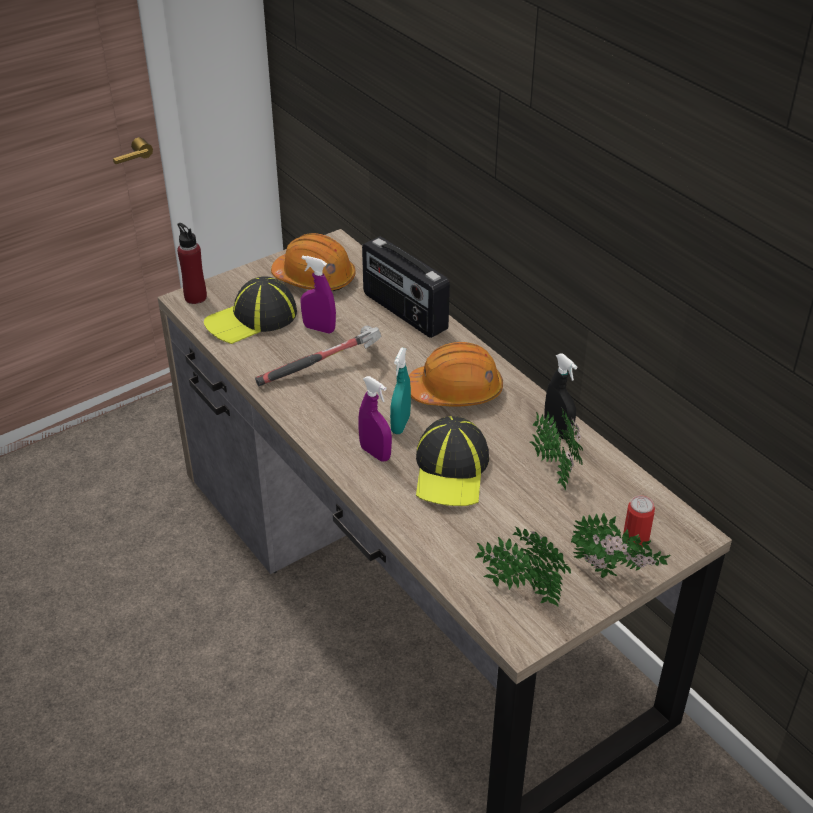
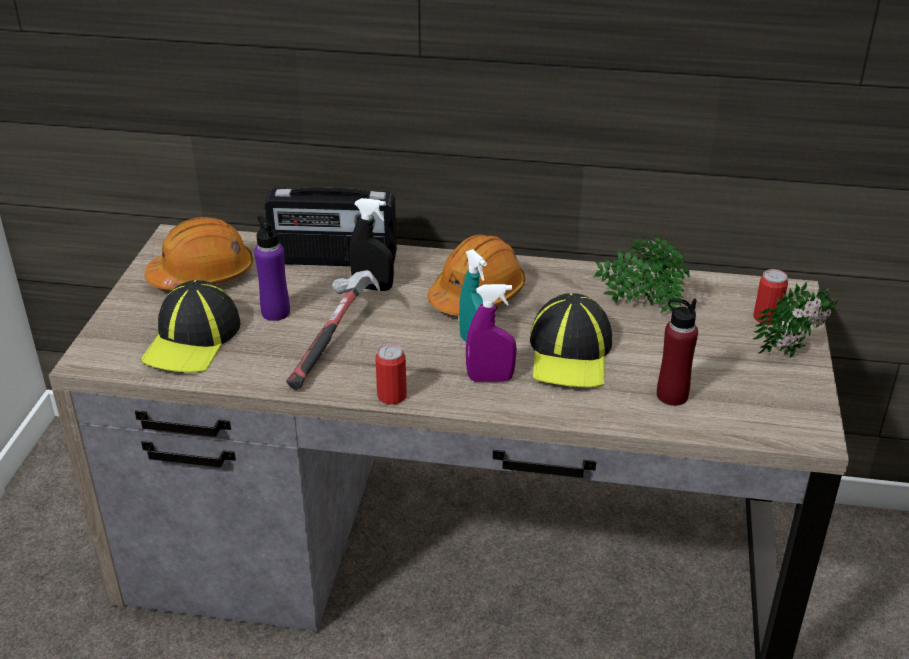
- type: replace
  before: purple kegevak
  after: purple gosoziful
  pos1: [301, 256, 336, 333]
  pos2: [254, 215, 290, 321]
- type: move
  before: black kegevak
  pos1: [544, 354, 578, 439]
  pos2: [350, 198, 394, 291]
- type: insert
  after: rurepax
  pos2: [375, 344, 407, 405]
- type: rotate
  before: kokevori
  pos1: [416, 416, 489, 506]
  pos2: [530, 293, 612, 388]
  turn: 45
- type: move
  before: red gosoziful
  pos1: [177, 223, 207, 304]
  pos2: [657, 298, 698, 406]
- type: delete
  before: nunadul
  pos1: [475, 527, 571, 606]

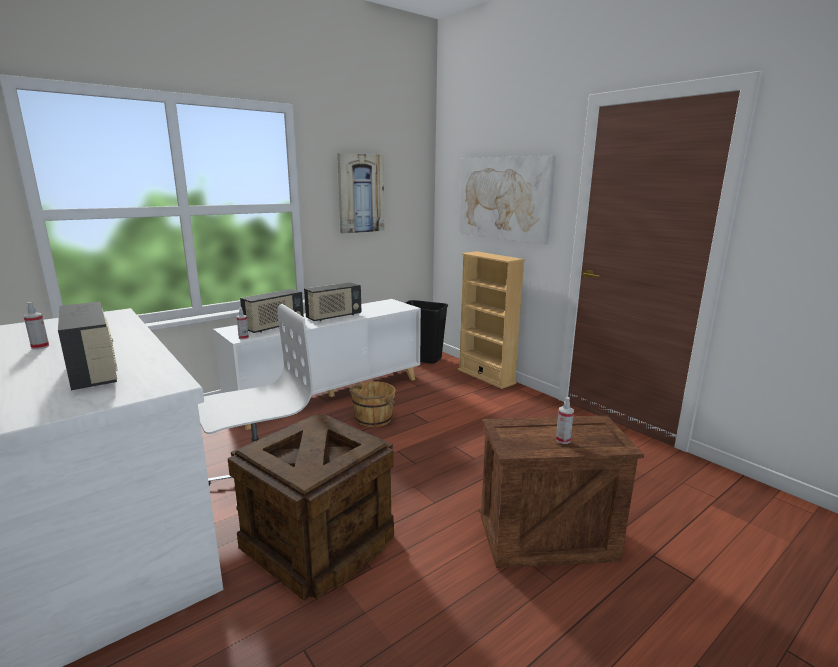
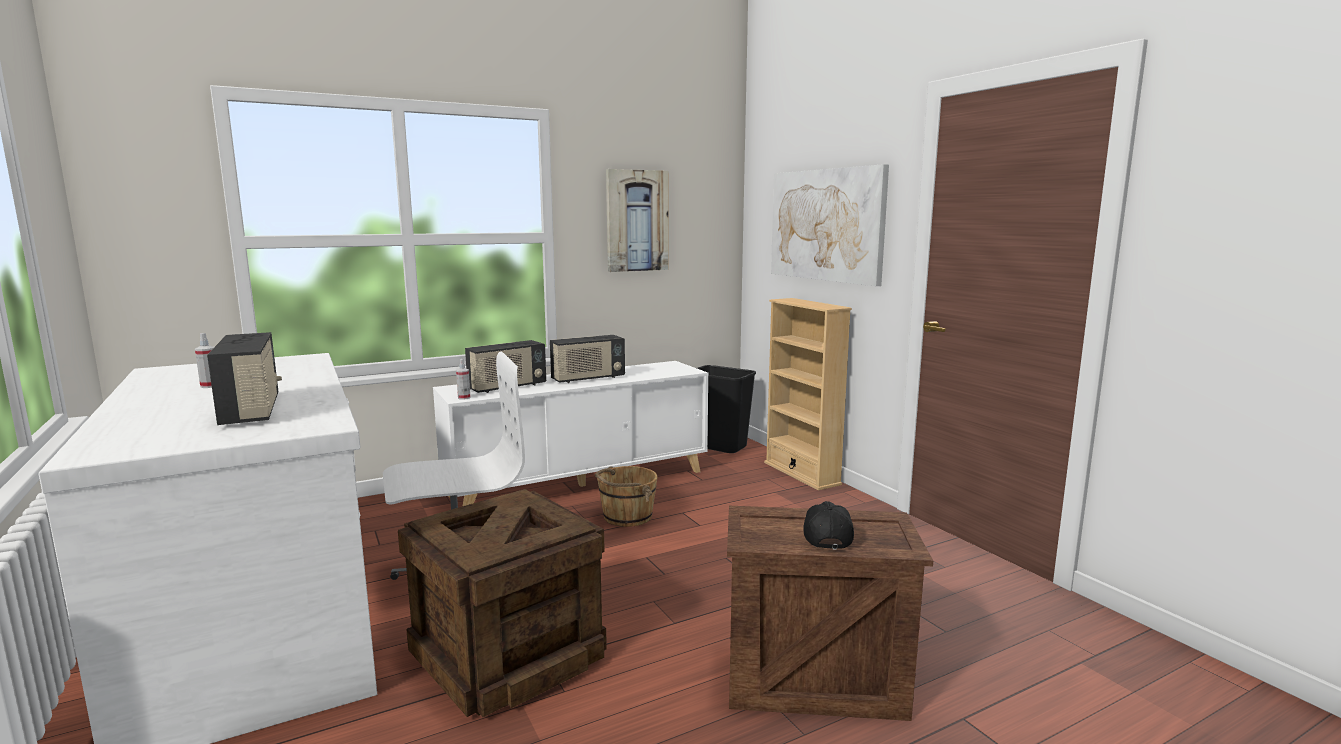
- type: replace
  before: kegevak
  after: black kokevori
  pos1: [556, 397, 574, 444]
  pos2: [803, 501, 854, 550]

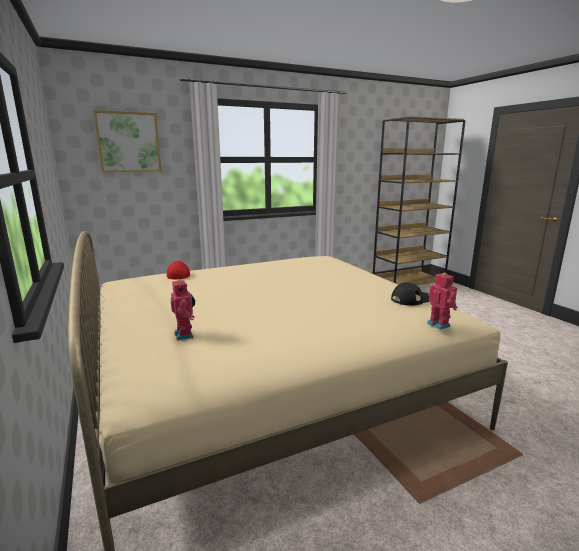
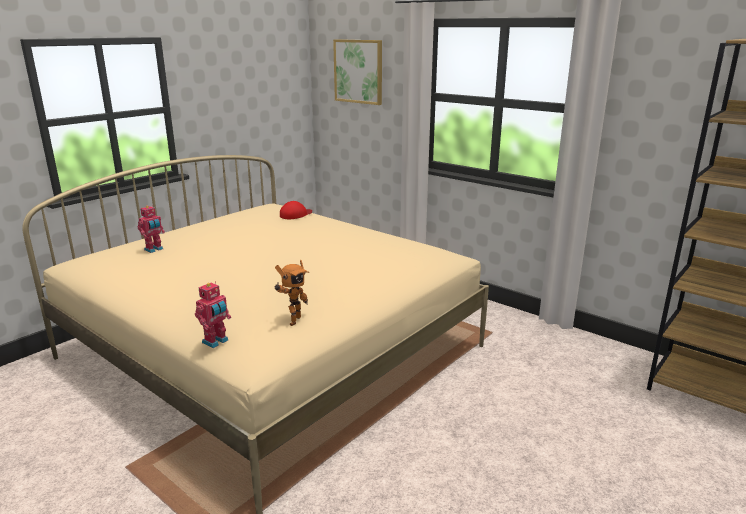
- type: replace
  before: black kokevori
  after: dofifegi
  pos1: [391, 282, 430, 306]
  pos2: [275, 260, 309, 326]

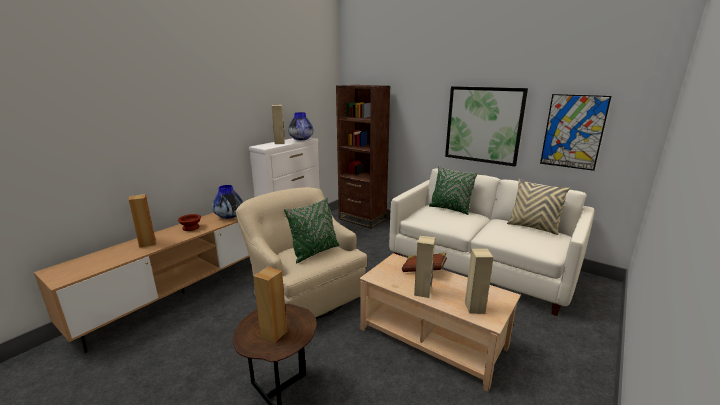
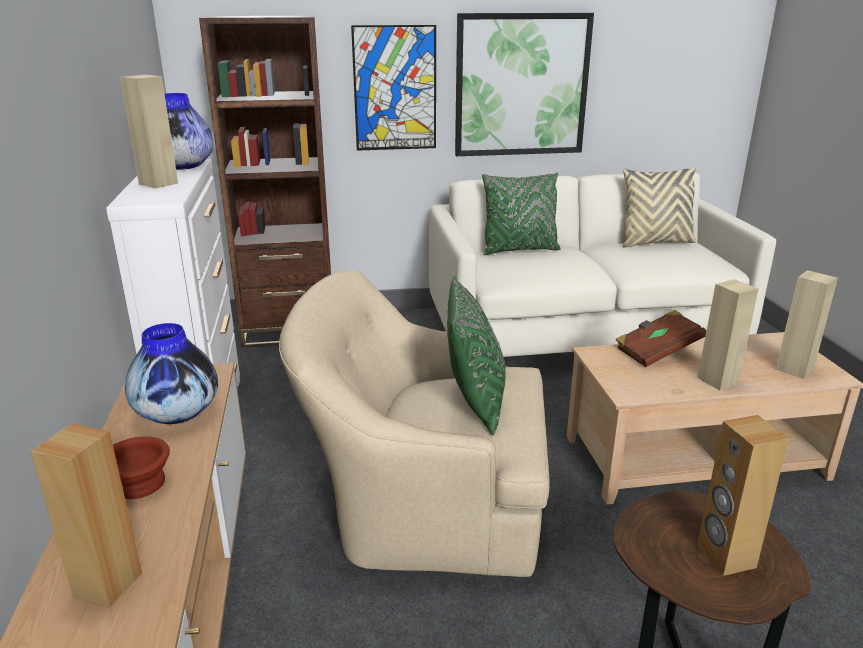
- type: move
  before: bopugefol
  pos1: [540, 94, 611, 171]
  pos2: [351, 25, 436, 151]

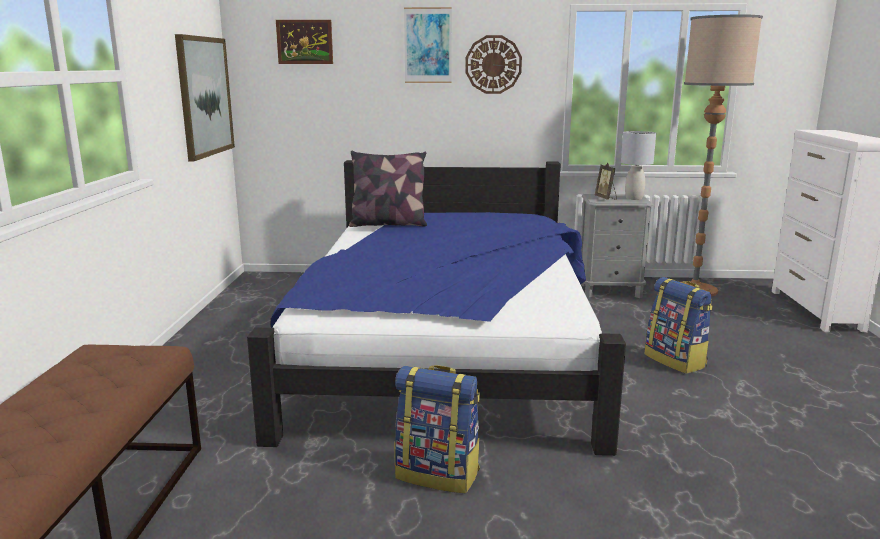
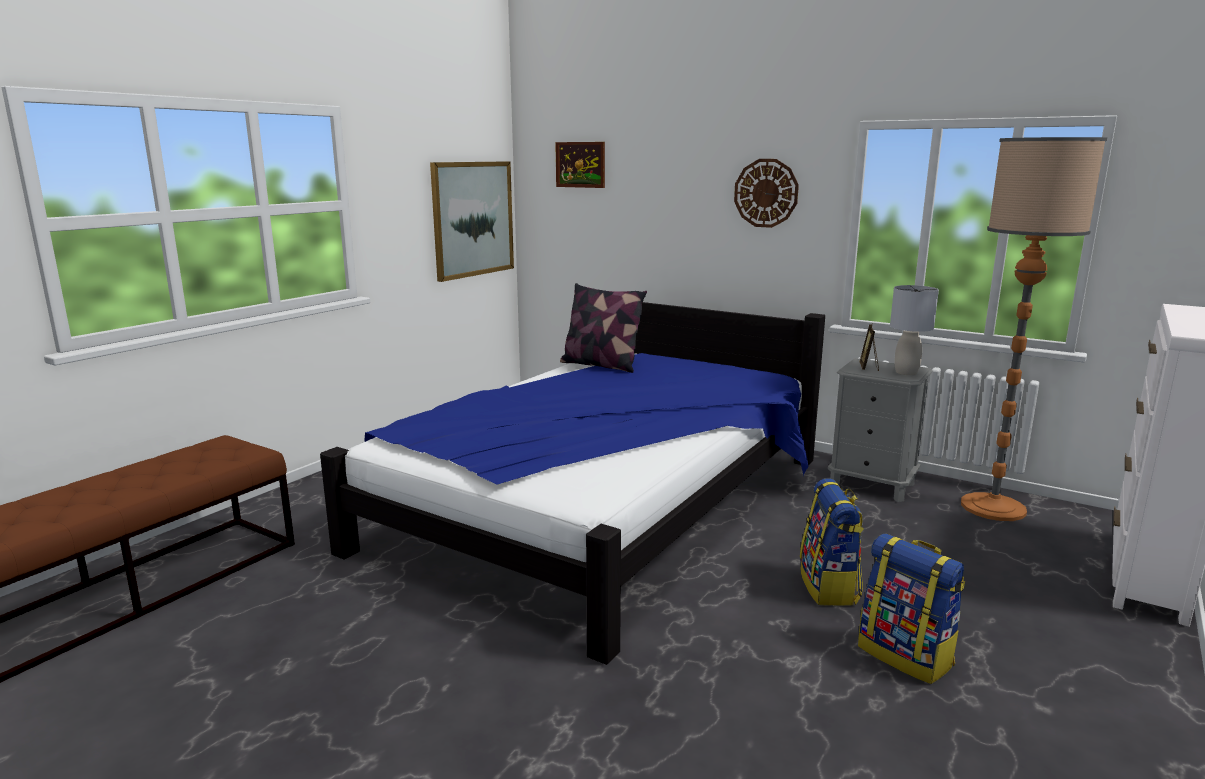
- type: move
  before: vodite
  pos1: [394, 365, 480, 493]
  pos2: [858, 534, 965, 684]
- type: delete
  before: bopugefol
  pos1: [404, 7, 452, 83]

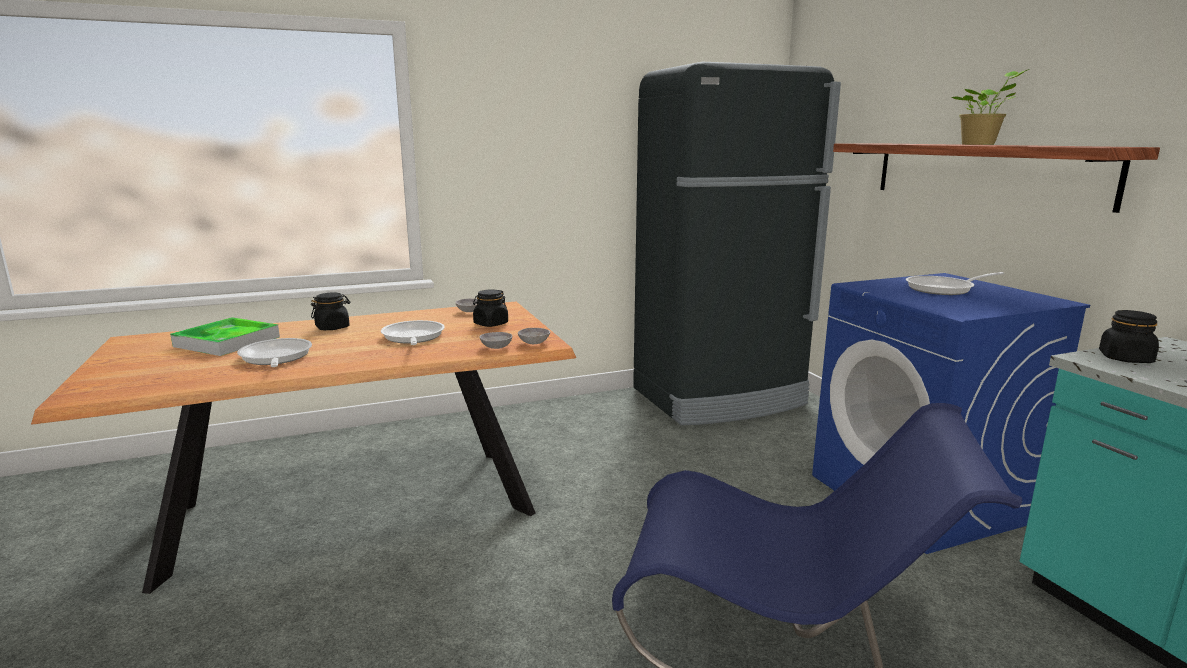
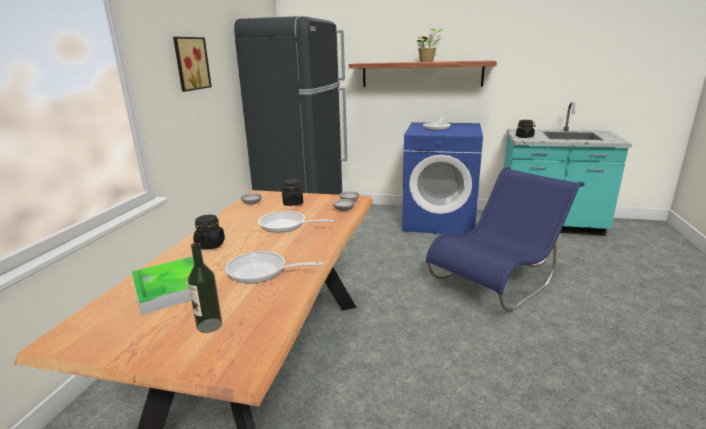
- type: insert
  after: bopugefol
  pos2: [173, 37, 212, 92]
- type: insert
  after: gosoziful
  pos2: [188, 243, 222, 333]

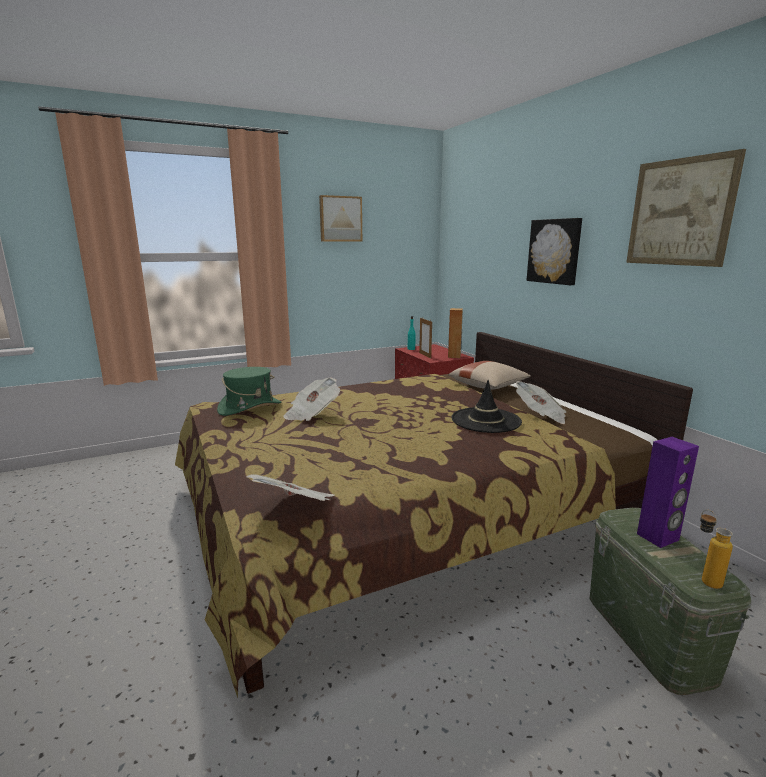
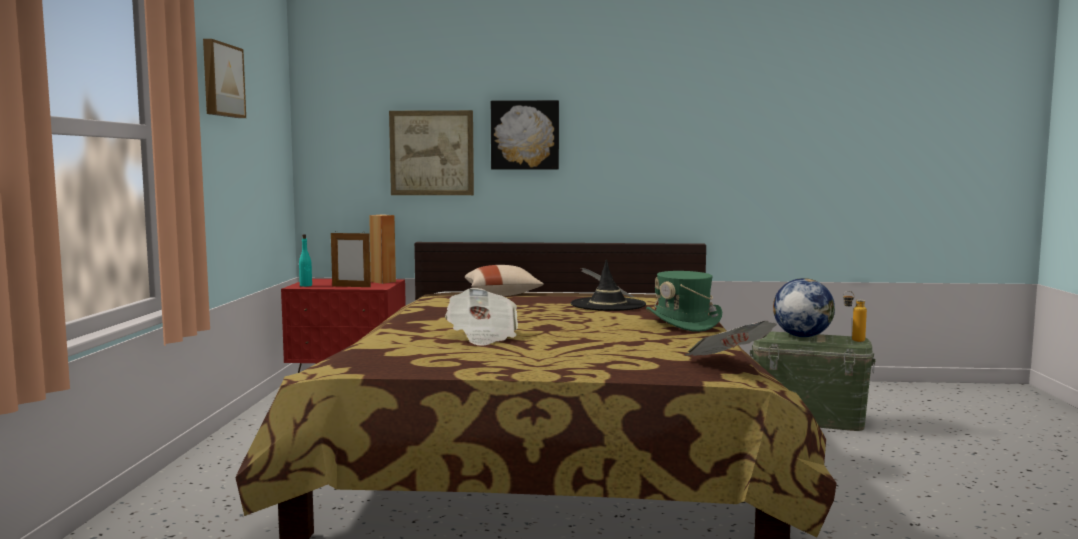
- type: move
  before: bopugefol
  pos1: [626, 149, 746, 267]
  pos2: [389, 110, 474, 195]
- type: move
  before: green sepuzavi
  pos1: [217, 367, 281, 416]
  pos2: [646, 271, 722, 332]
- type: replace
  before: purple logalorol
  after: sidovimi
  pos1: [637, 437, 699, 548]
  pos2: [773, 278, 835, 337]

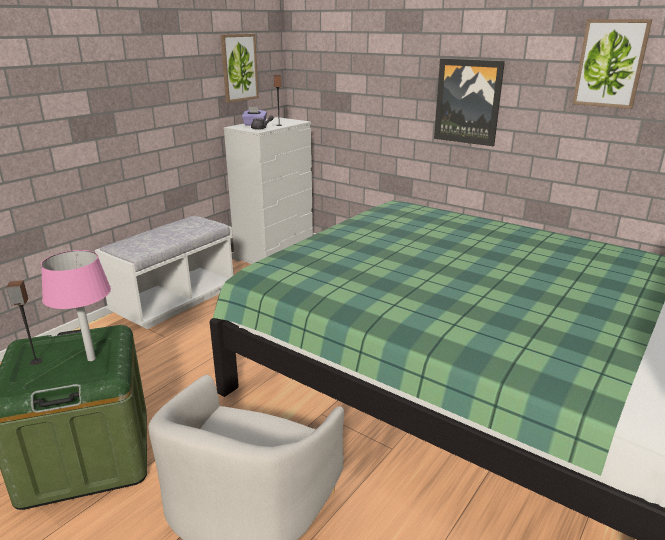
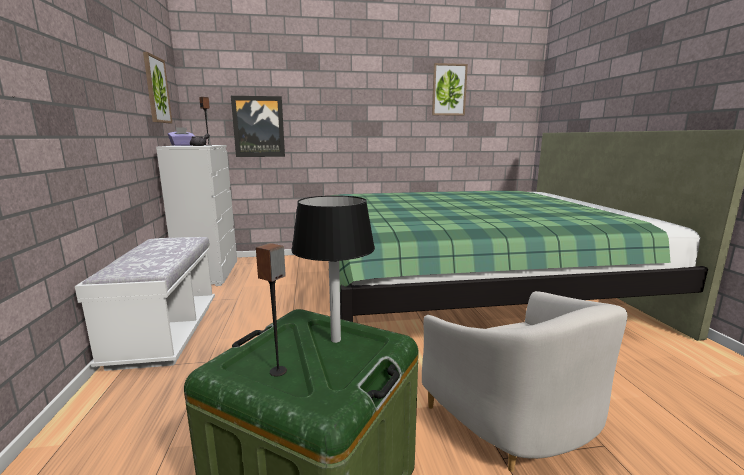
- type: move
  before: bopugefol
  pos1: [434, 59, 505, 146]
  pos2: [231, 96, 285, 157]
- type: recolor
  before: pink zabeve
  after: black zabeve
  pos1: [41, 250, 111, 361]
  pos2: [291, 195, 375, 343]

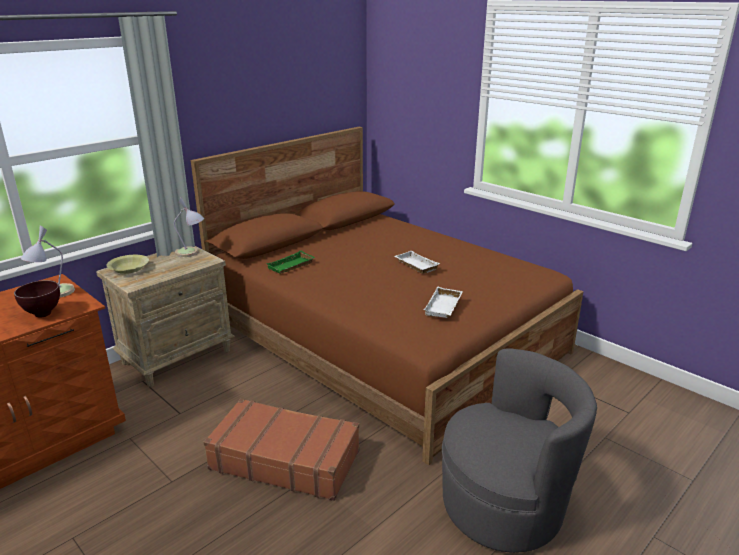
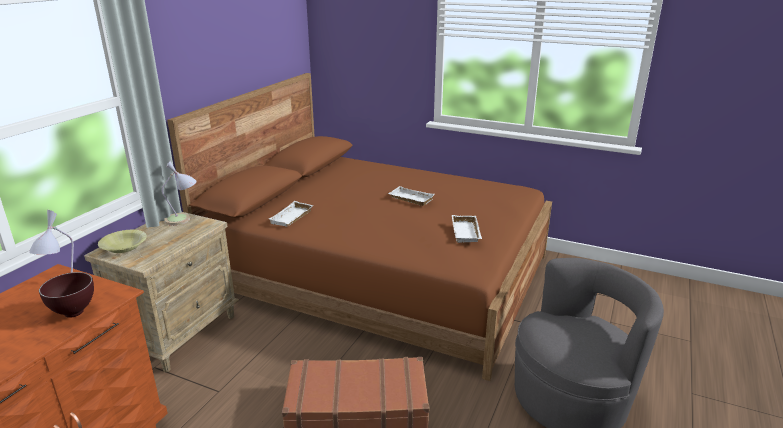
- type: recolor
  before: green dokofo
  after: white dokofo
  pos1: [266, 251, 315, 274]
  pos2: [268, 201, 314, 227]

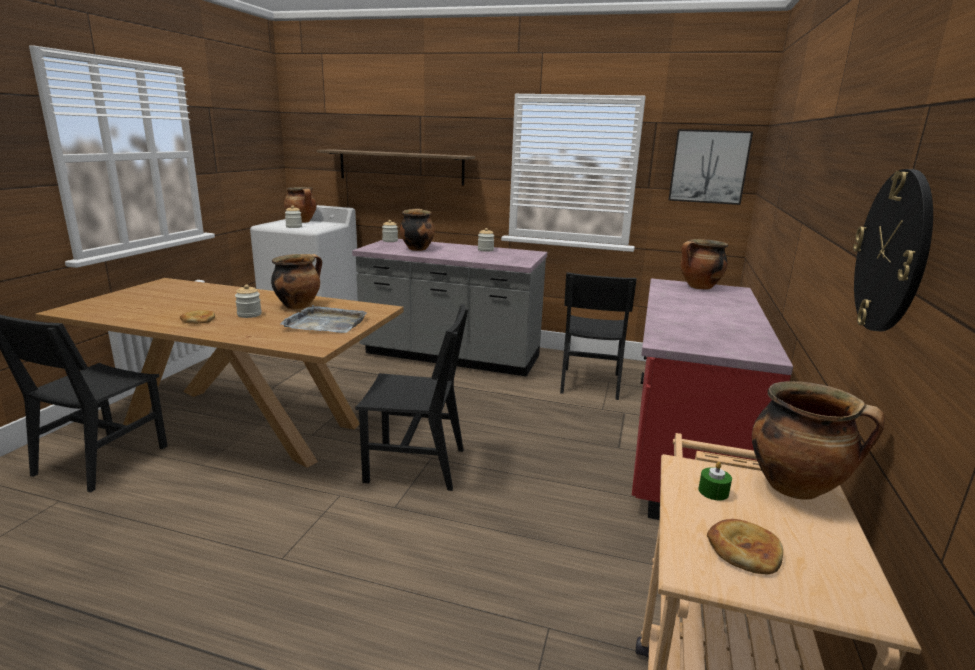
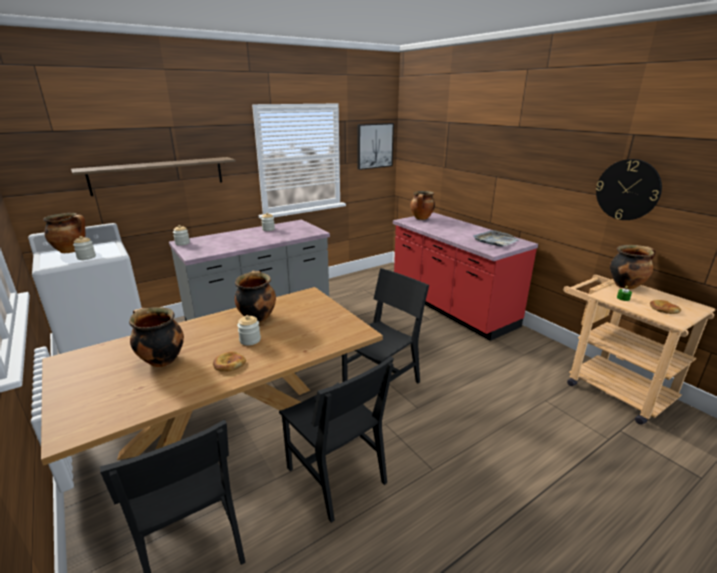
- type: move
  before: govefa
  pos1: [400, 209, 435, 251]
  pos2: [129, 307, 184, 367]
- type: move
  before: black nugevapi
  pos1: [560, 272, 637, 400]
  pos2: [279, 356, 394, 523]
- type: move
  before: grey dokofo
  pos1: [280, 305, 366, 333]
  pos2: [474, 230, 520, 247]

